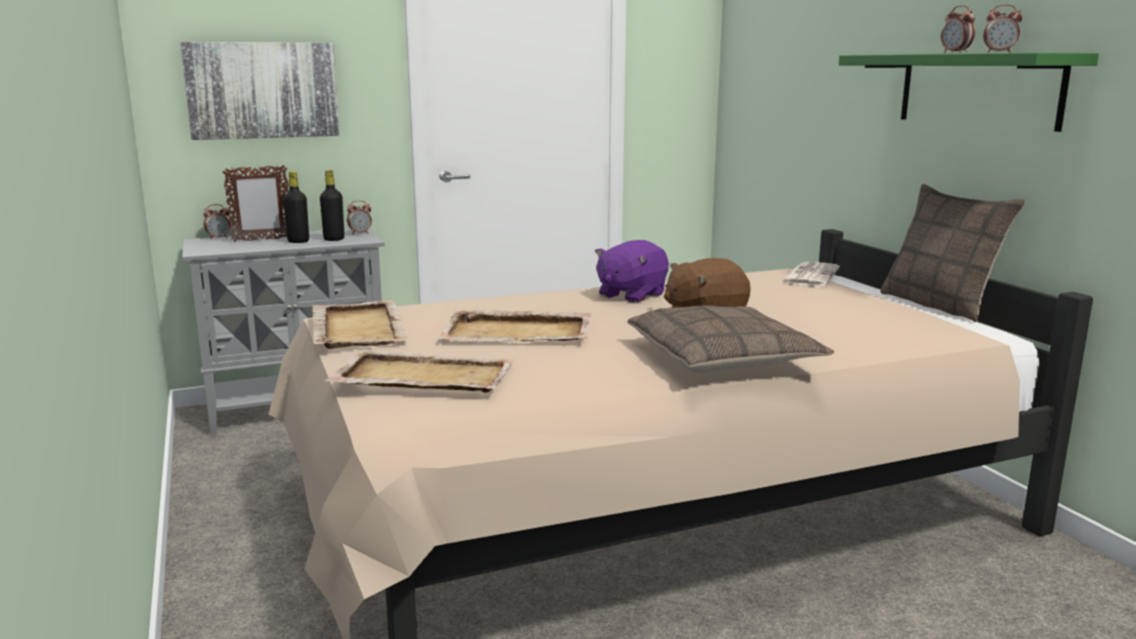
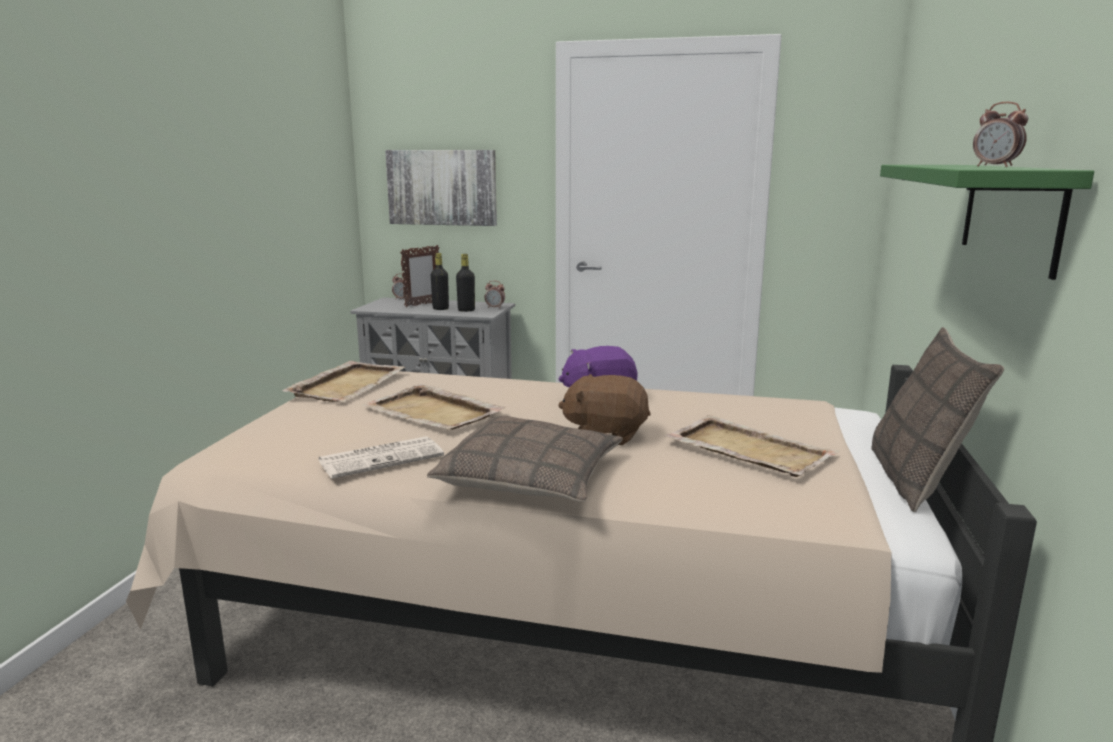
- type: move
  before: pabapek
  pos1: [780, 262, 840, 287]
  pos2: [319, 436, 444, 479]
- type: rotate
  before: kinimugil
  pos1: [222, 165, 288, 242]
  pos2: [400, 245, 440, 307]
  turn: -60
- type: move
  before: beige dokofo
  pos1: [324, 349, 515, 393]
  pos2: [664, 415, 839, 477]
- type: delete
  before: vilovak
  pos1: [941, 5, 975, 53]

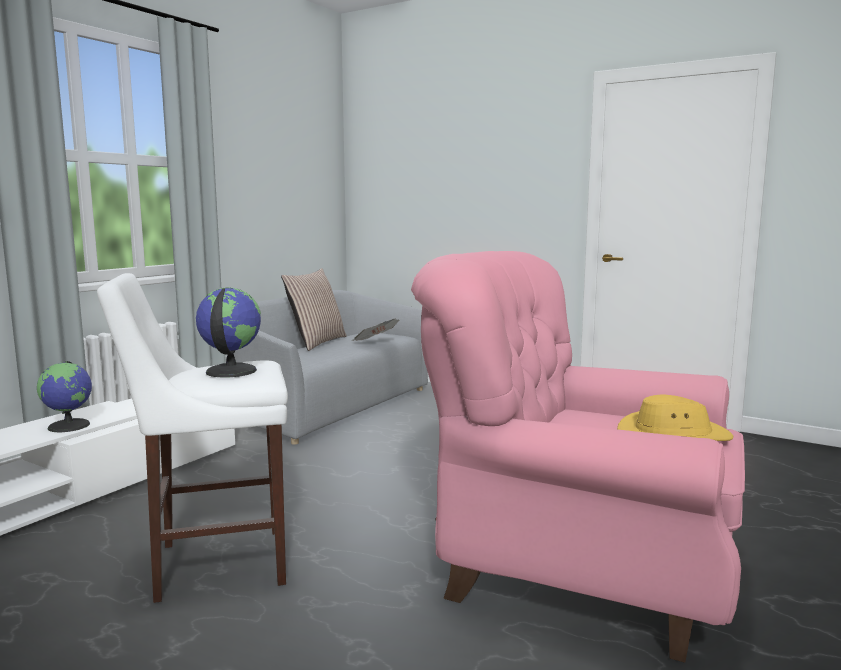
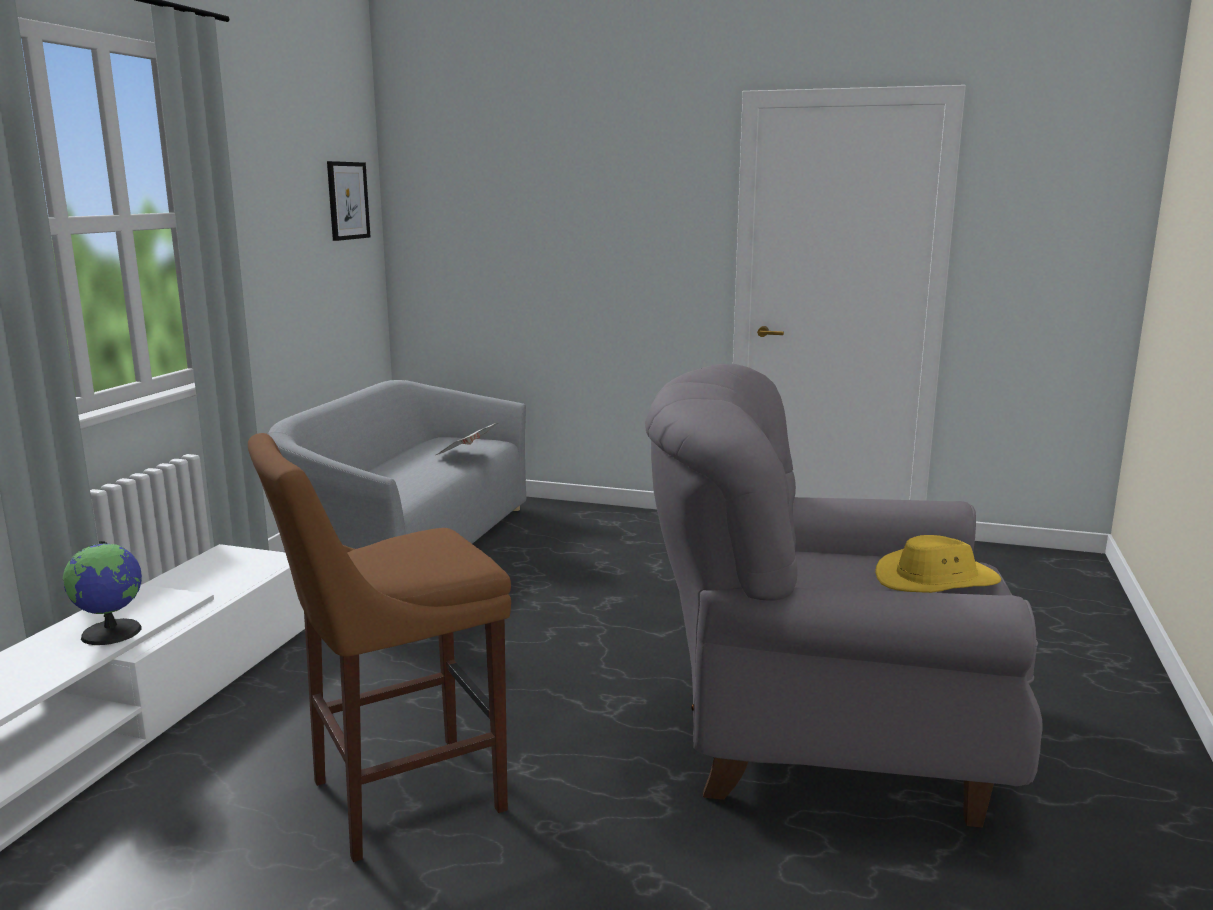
- type: recolor
  before: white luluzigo
  after: brown luluzigo
  pos1: [97, 273, 288, 603]
  pos2: [248, 433, 511, 862]
- type: insert
  after: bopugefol
  pos2: [327, 161, 370, 241]
- type: recolor
  before: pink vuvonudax
  after: grey vuvonudax
  pos1: [411, 251, 745, 663]
  pos2: [645, 364, 1043, 828]
- type: delete
  before: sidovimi
  pos1: [196, 288, 261, 377]
- type: delete
  before: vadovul
  pos1: [281, 268, 347, 351]

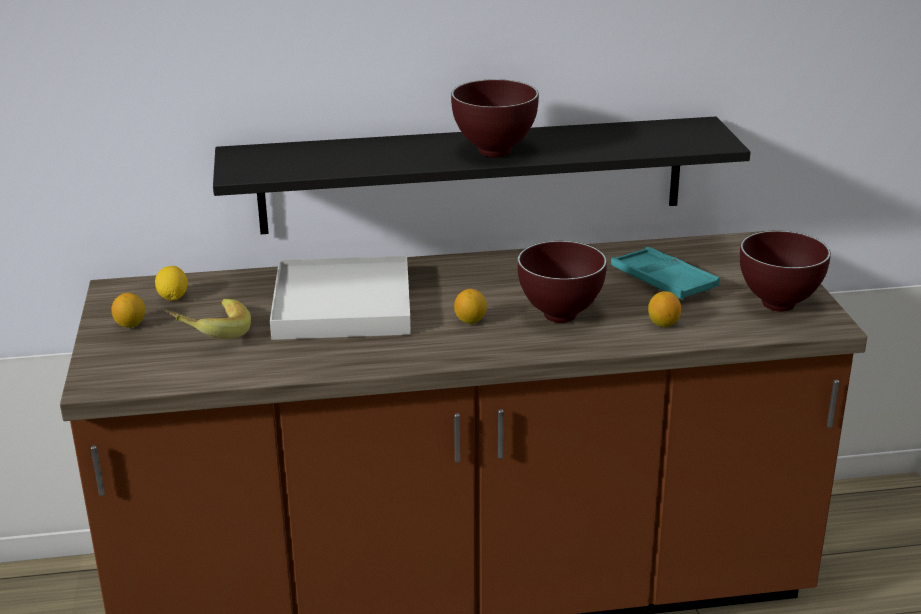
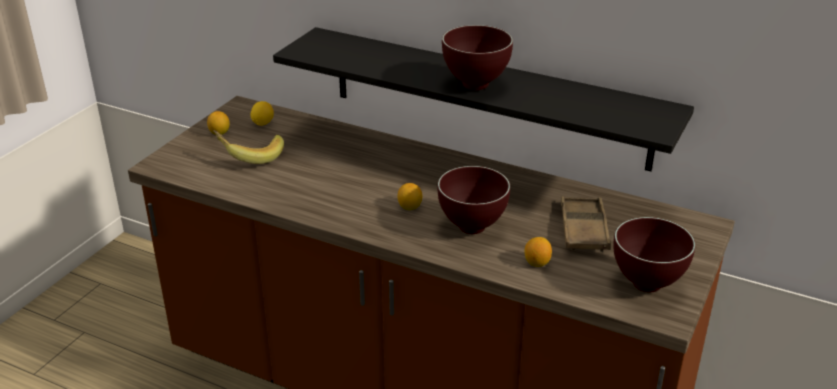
- type: recolor
  before: turquoise dokofo
  after: brown dokofo
  pos1: [611, 247, 720, 300]
  pos2: [561, 196, 611, 252]
- type: delete
  before: white dokofo
  pos1: [270, 255, 411, 340]

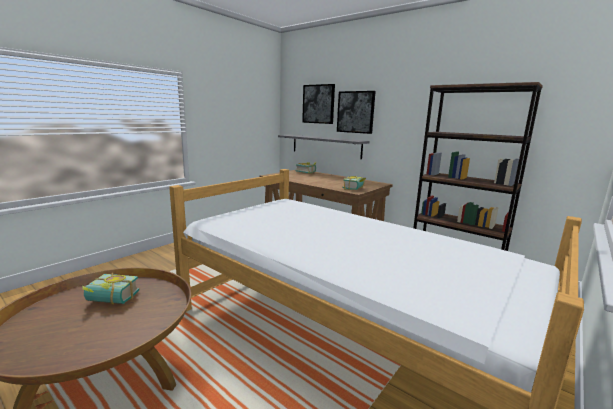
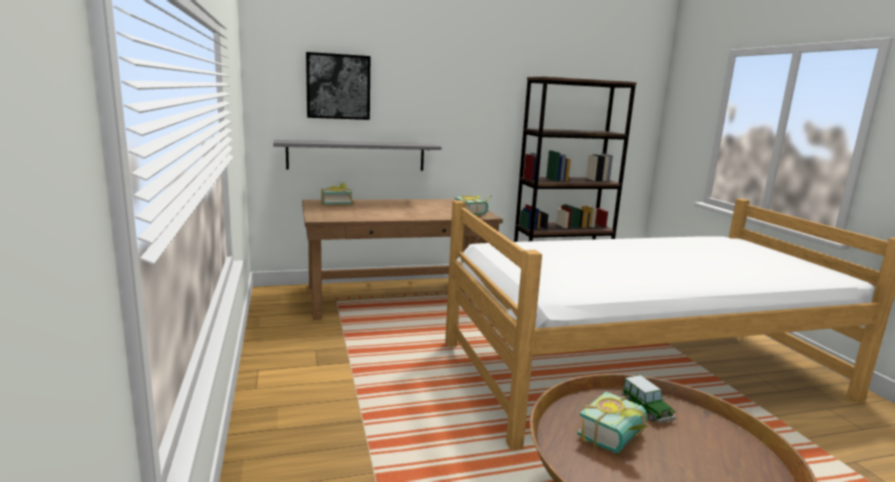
- type: insert
  after: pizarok
  pos2: [621, 375, 676, 423]
- type: delete
  before: bopugefol
  pos1: [337, 91, 376, 134]

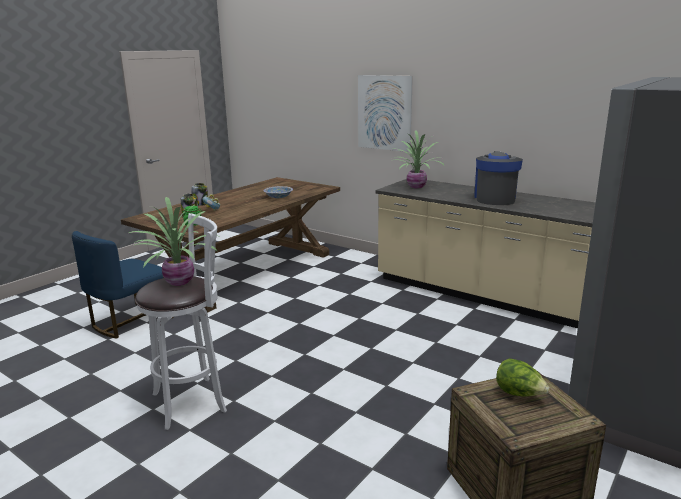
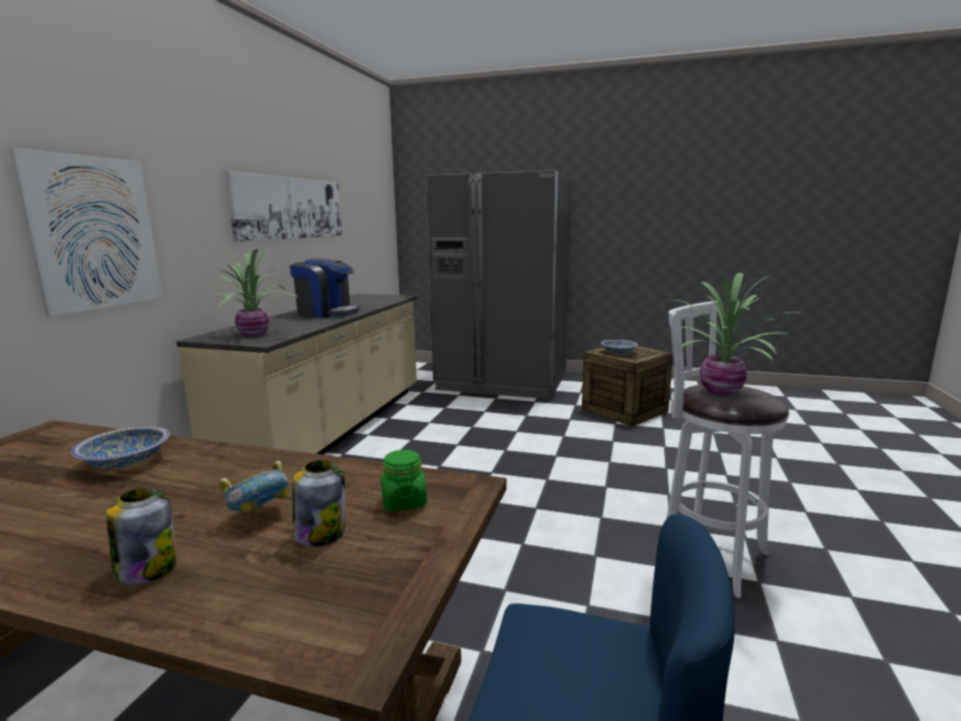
- type: insert
  after: bopugefol
  pos2: [225, 171, 342, 242]
- type: rotate
  before: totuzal
  pos1: [474, 151, 523, 205]
  pos2: [290, 258, 360, 318]
  turn: -150
- type: replace
  before: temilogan
  after: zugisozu
  pos1: [496, 358, 550, 397]
  pos2: [601, 340, 638, 354]

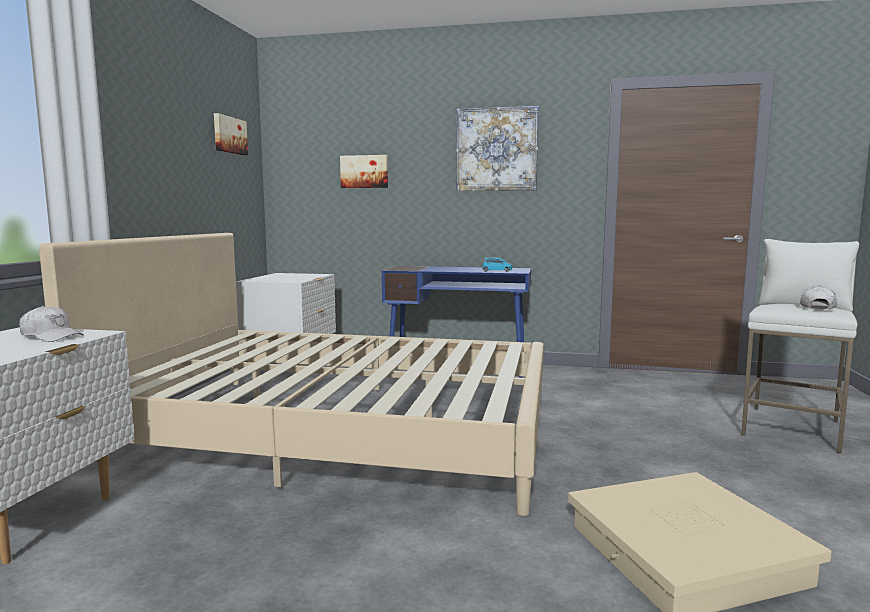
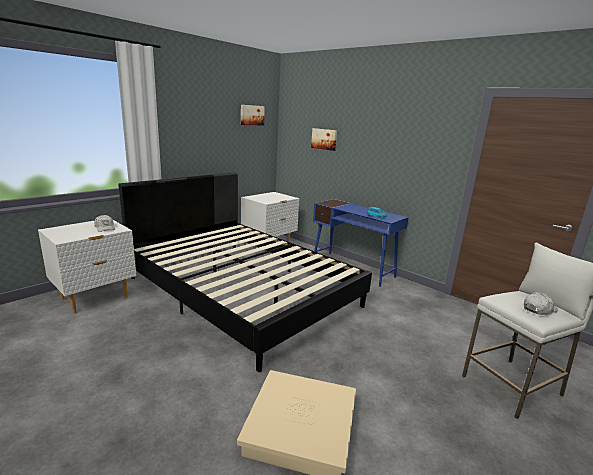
- type: recolor
  before: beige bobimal
  after: black bobimal
  pos1: [39, 233, 544, 516]
  pos2: [118, 172, 372, 372]
- type: delete
  before: bopugefol
  pos1: [456, 106, 539, 191]

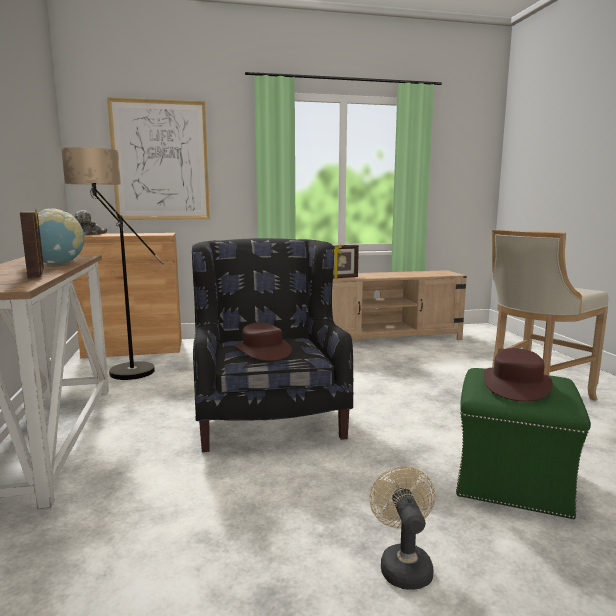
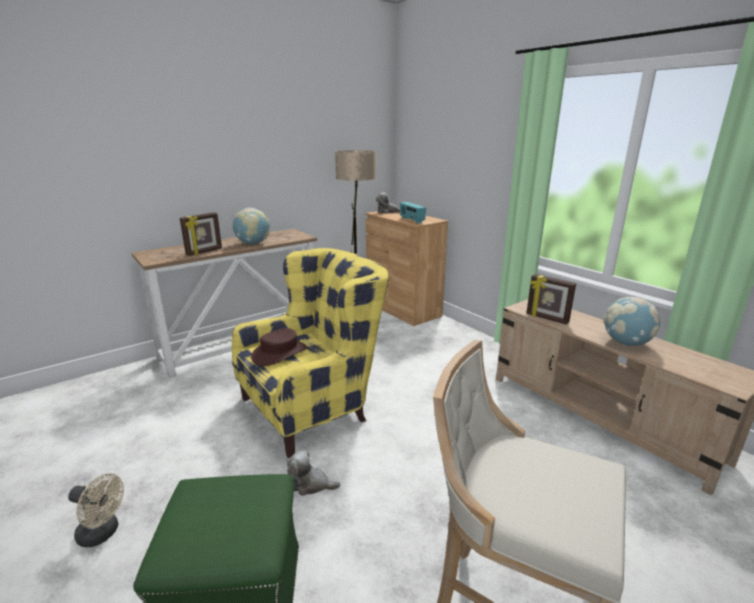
- type: rotate
  before: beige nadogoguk
  pos1: [370, 466, 435, 590]
  pos2: [68, 474, 124, 547]
  turn: 45
- type: recolor
  before: black vuvonudax
  after: yellow vuvonudax
  pos1: [192, 238, 353, 452]
  pos2: [232, 248, 389, 459]
- type: insert
  after: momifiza
  pos2: [287, 450, 341, 496]
- type: insert
  after: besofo
  pos2: [400, 202, 426, 224]
- type: insert
  after: sidovimi
  pos2: [603, 297, 660, 346]
- type: delete
  before: bopugefol
  pos1: [107, 97, 210, 220]
- type: delete
  before: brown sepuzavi
  pos1: [484, 348, 553, 402]

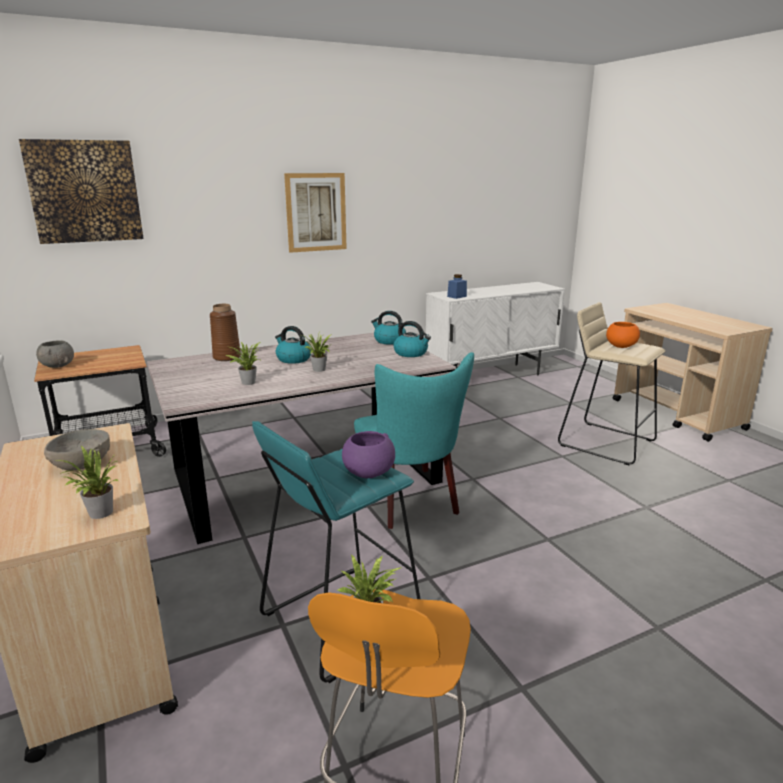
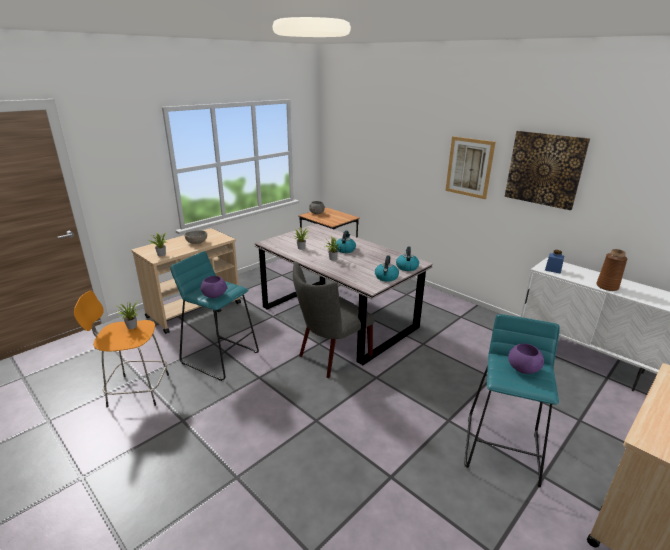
- type: recolor
  before: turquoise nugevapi
  after: grey nugevapi
  pos1: [354, 352, 474, 529]
  pos2: [293, 261, 375, 378]
- type: recolor
  before: beige luluzigo
  after: turquoise luluzigo
  pos1: [558, 302, 665, 465]
  pos2: [464, 314, 560, 488]
- type: move
  before: bopugefol
  pos1: [19, 139, 144, 244]
  pos2: [504, 131, 590, 210]
- type: recolor
  before: orange zugisozu
  after: purple zugisozu
  pos1: [606, 322, 640, 348]
  pos2: [508, 343, 544, 374]
- type: move
  before: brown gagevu
  pos1: [210, 304, 241, 361]
  pos2: [596, 249, 627, 291]

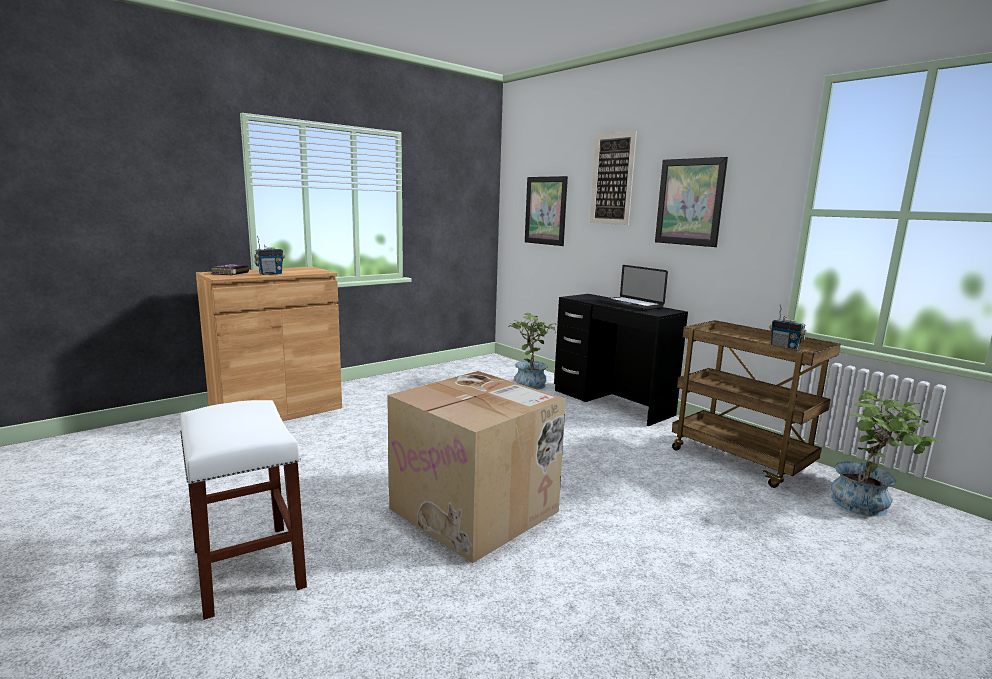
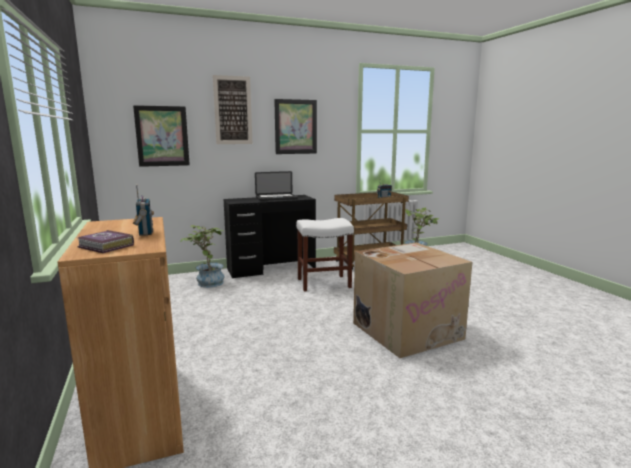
- type: move
  before: white luluzigo
  pos1: [180, 400, 307, 620]
  pos2: [296, 218, 354, 292]

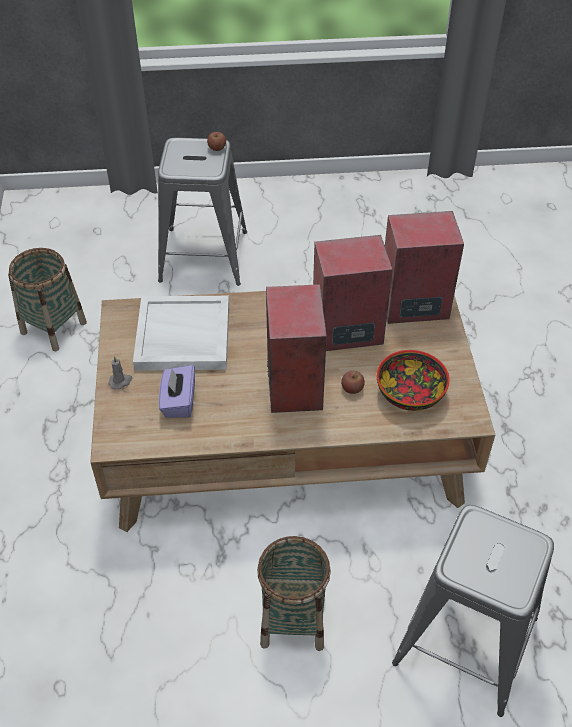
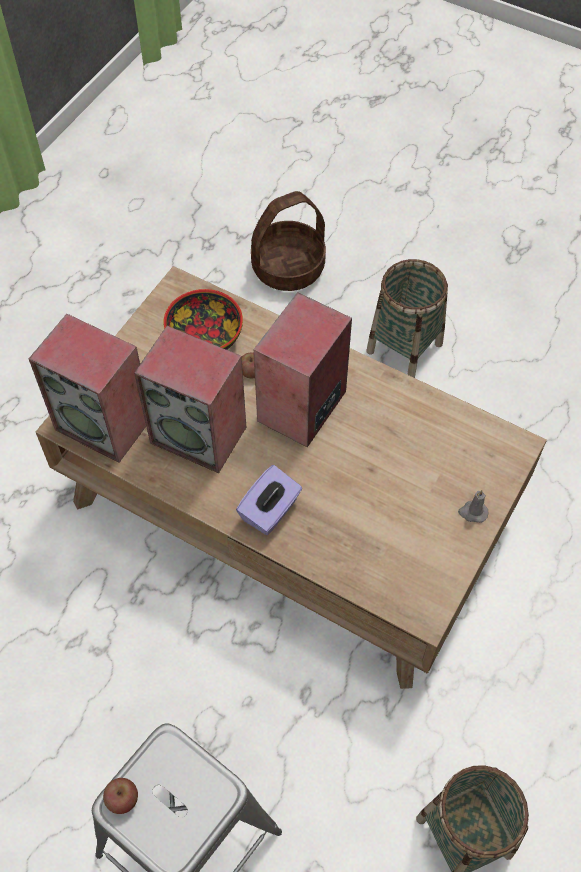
- type: move
  before: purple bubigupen
  pos1: [159, 365, 195, 418]
  pos2: [236, 465, 302, 535]
- type: replace
  before: grey luluzigo
  after: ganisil
  pos1: [392, 505, 554, 717]
  pos2: [251, 191, 326, 291]
- type: delete
  before: white dokofo
  pos1: [133, 296, 229, 371]

